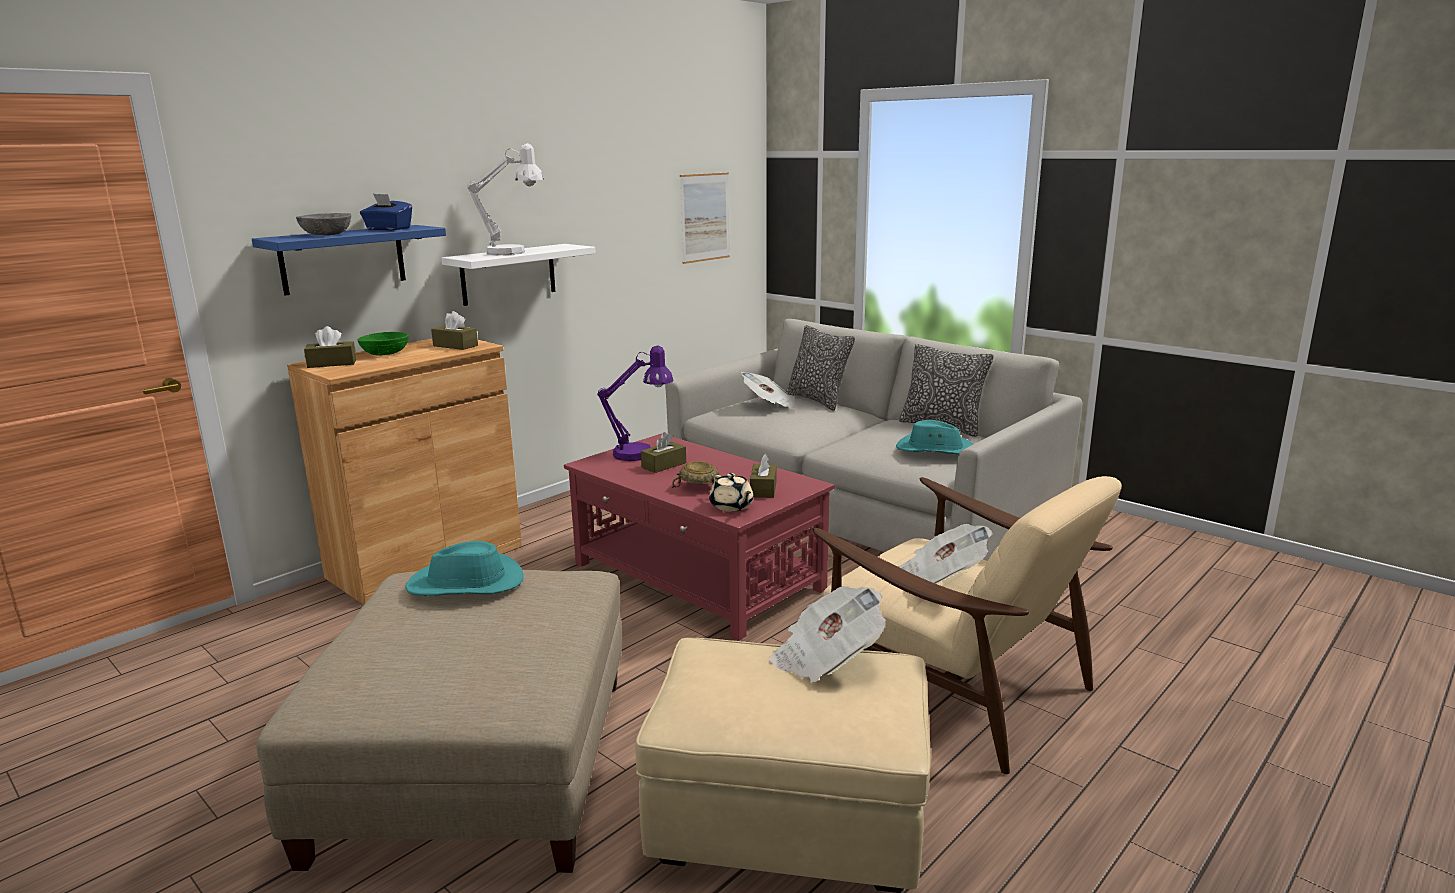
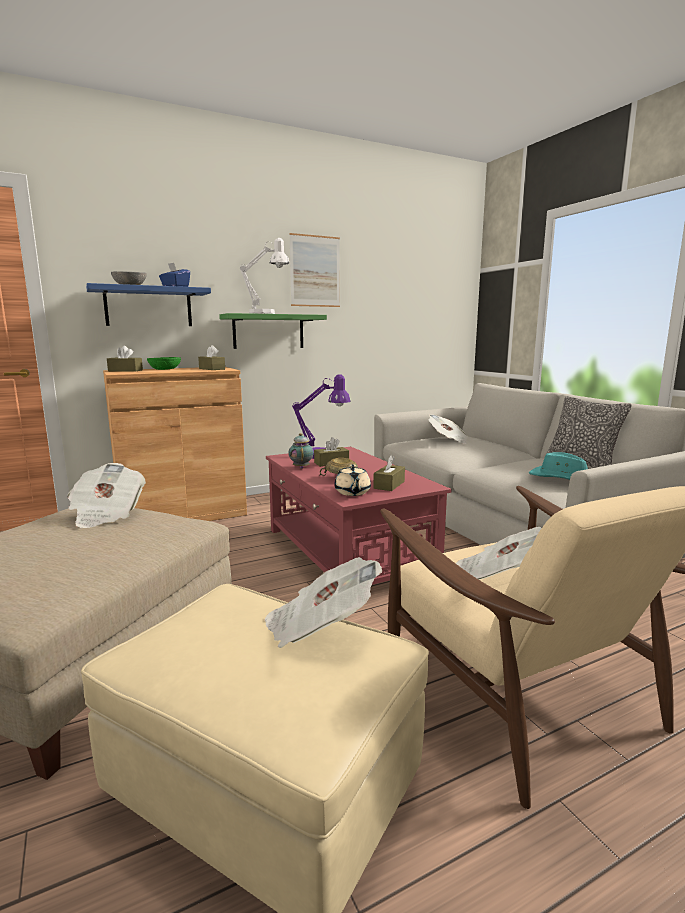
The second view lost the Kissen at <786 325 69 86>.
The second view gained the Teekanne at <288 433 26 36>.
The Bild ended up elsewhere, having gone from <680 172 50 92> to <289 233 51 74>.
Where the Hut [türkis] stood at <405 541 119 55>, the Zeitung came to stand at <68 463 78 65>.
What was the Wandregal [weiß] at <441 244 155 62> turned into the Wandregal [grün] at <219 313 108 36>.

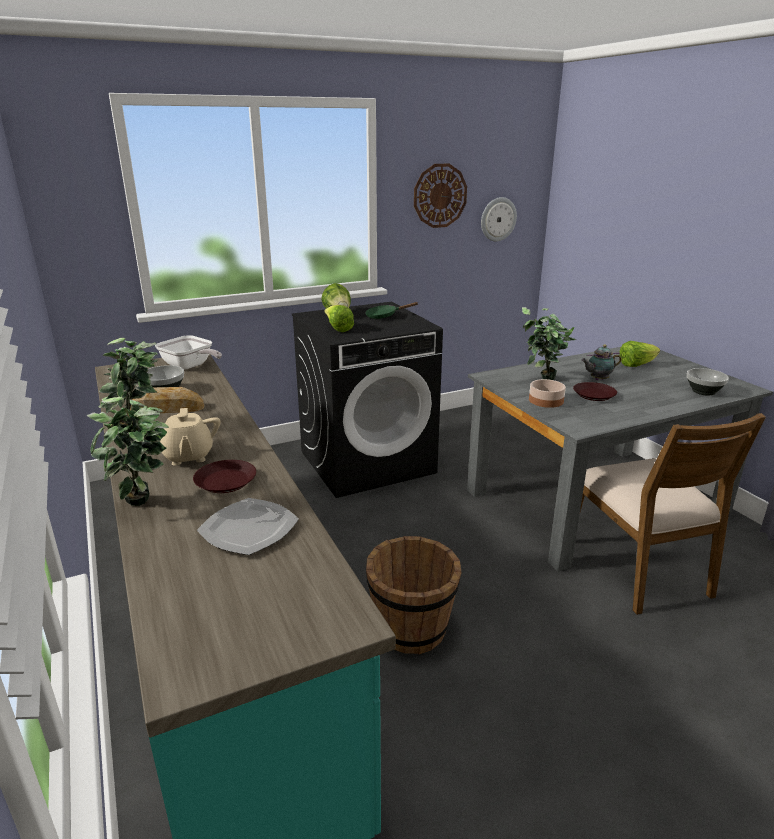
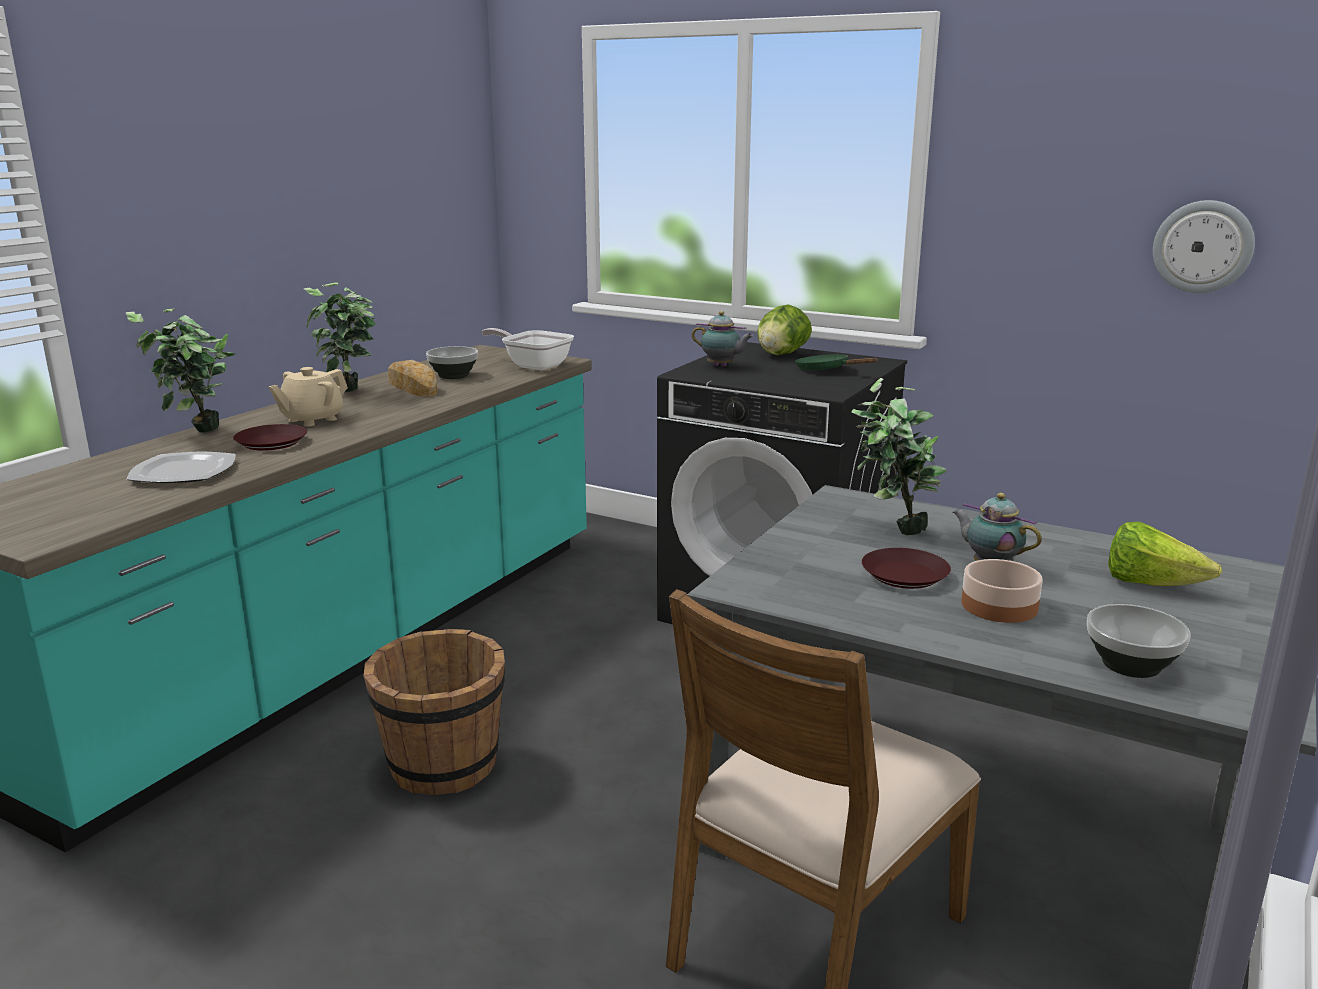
The second view lost the Wanduhr at <414 163 53 65>.
The Schüssel ended up elsewhere, having gone from <529 379 37 29> to <961 559 82 64>.
Where the Salatkopf stood at <324 305 30 27>, the Teekanne came to stand at <692 311 61 56>.
The Pfanne at <155 335 67 35> ended up facing another way, 120 degrees clockwise from before.

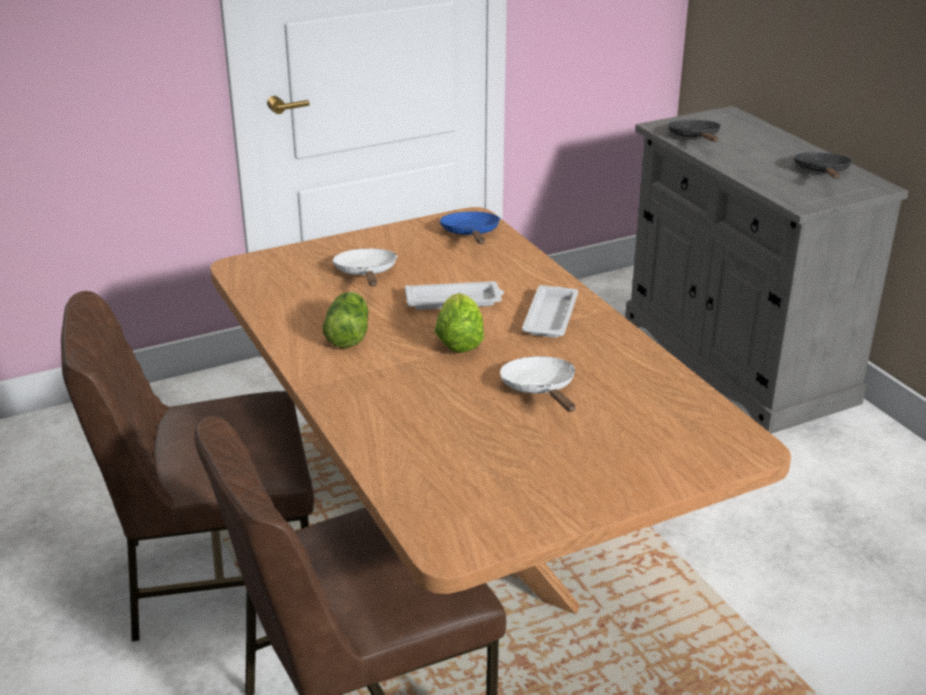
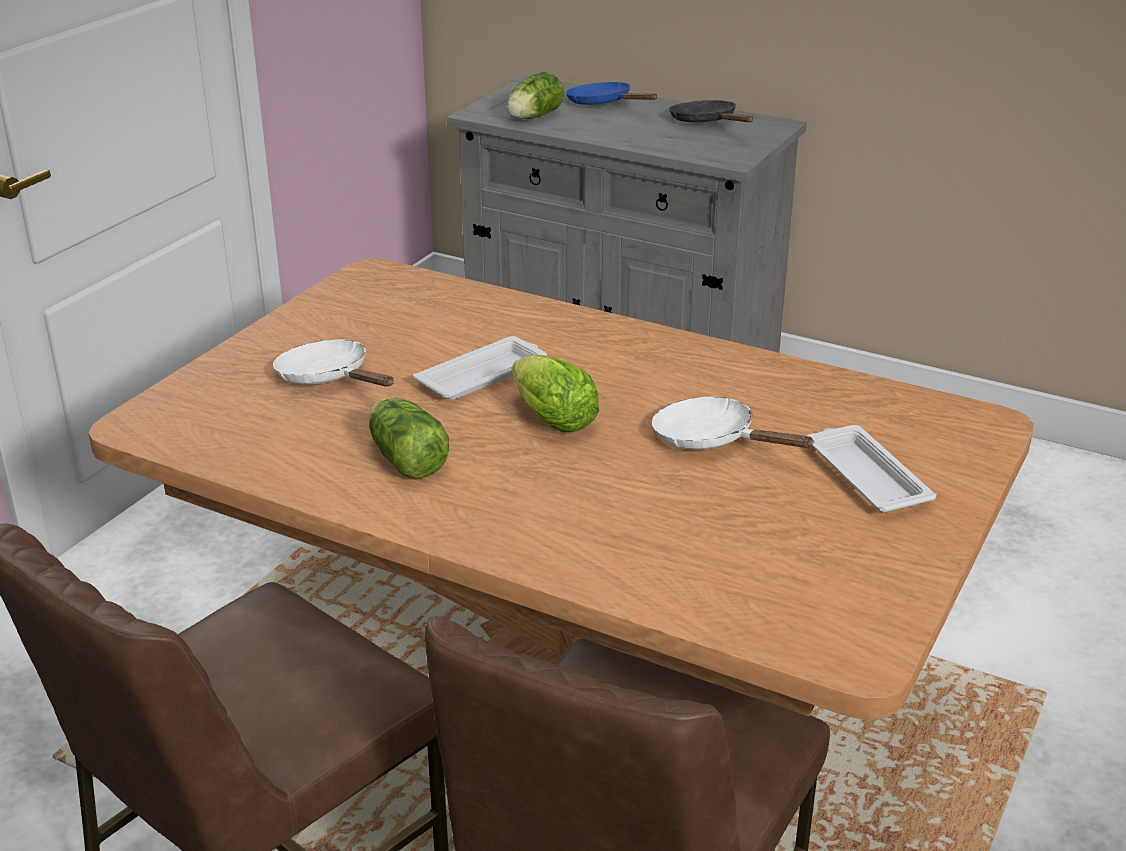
The Pfanne [blau] ended up elsewhere, having gone from <439 211 61 33> to <566 82 91 23>.
The Tablett [weiß] ended up elsewhere, having gone from <522 285 56 53> to <807 425 130 88>.
Where the Pfanne [schwarz] stood at <668 120 53 22>, the Salatkopf came to stand at <507 72 57 47>.

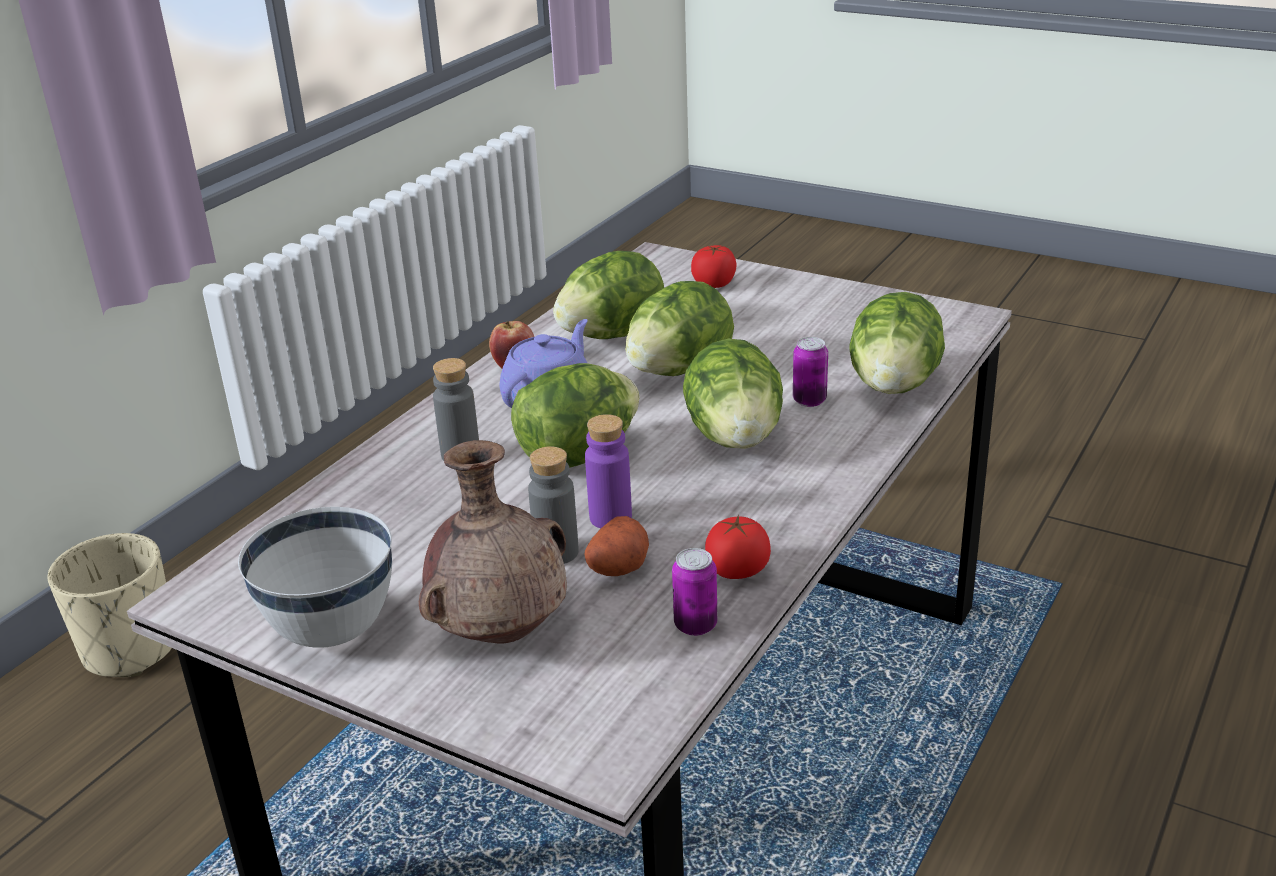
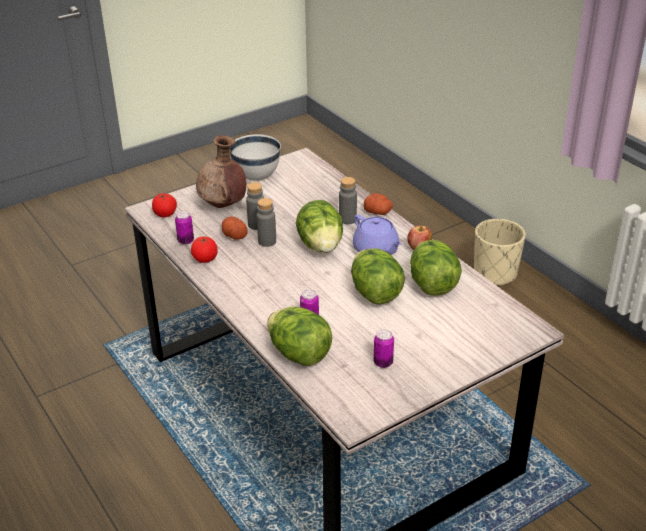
The second view lost the Salatkopf at <683 339 100 110>.
The second view gained the Kartoffel at <364 193 29 22>.
The second view gained the Dose at <374 329 20 39>.
The Tomate ended up elsewhere, having gone from <691 245 45 43> to <152 193 25 24>.
What was the Flasche [lila] at <585 414 47 114> turned into the Flasche [grau] at <257 198 19 49>.

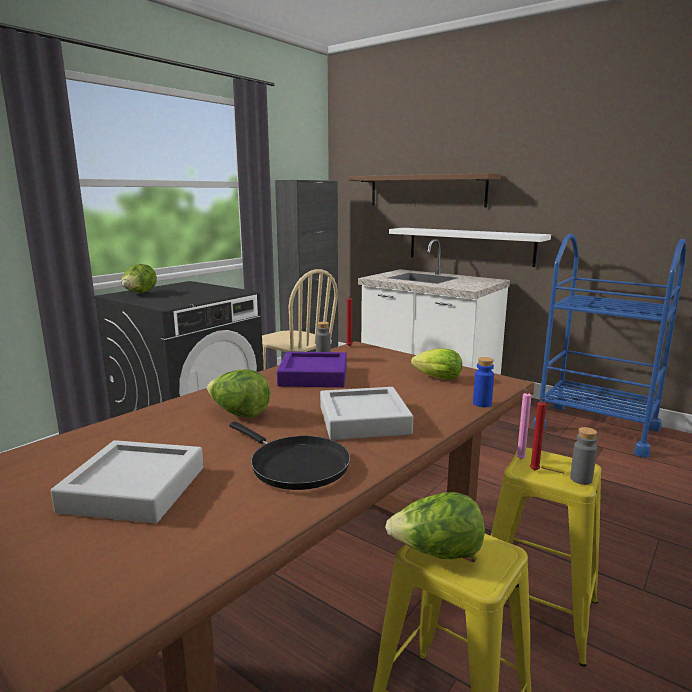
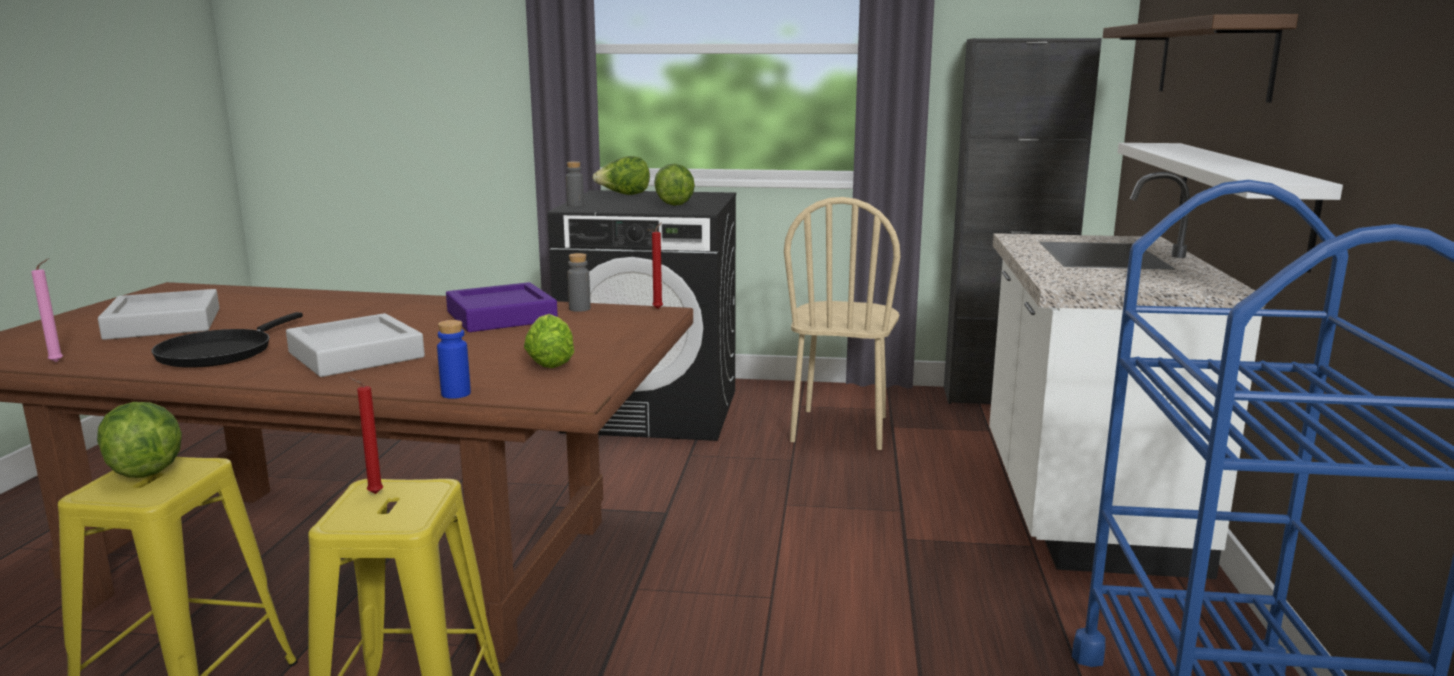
The Salatkopf ended up elsewhere, having gone from <207 369 64 48> to <654 163 41 43>.
The Kerze [rosa] ended up elsewhere, having gone from <516 385 16 74> to <31 258 32 105>.
The Flasche [grau] ended up elsewhere, having gone from <570 427 27 58> to <566 161 18 46>.

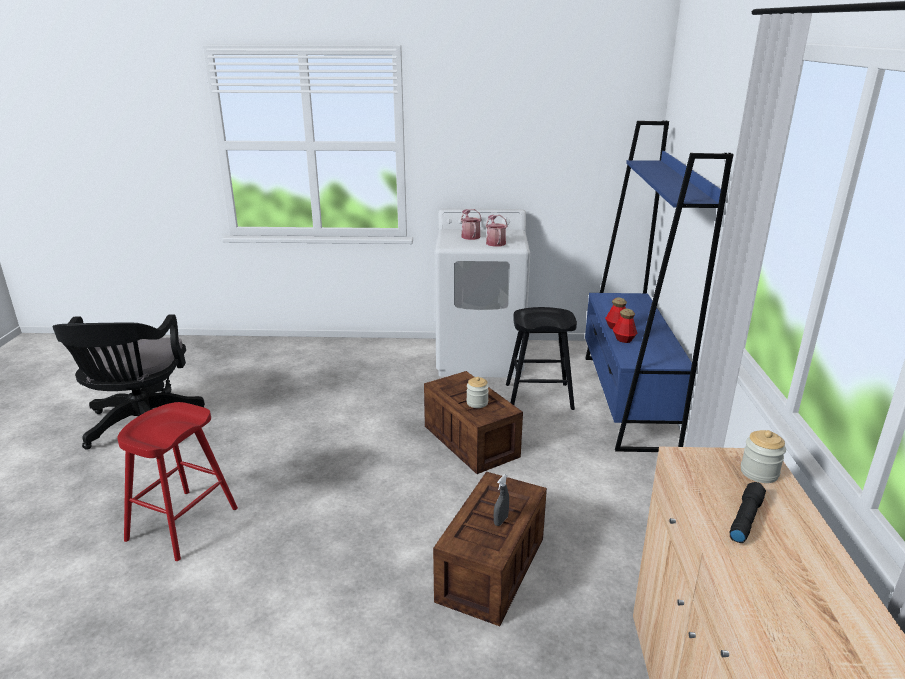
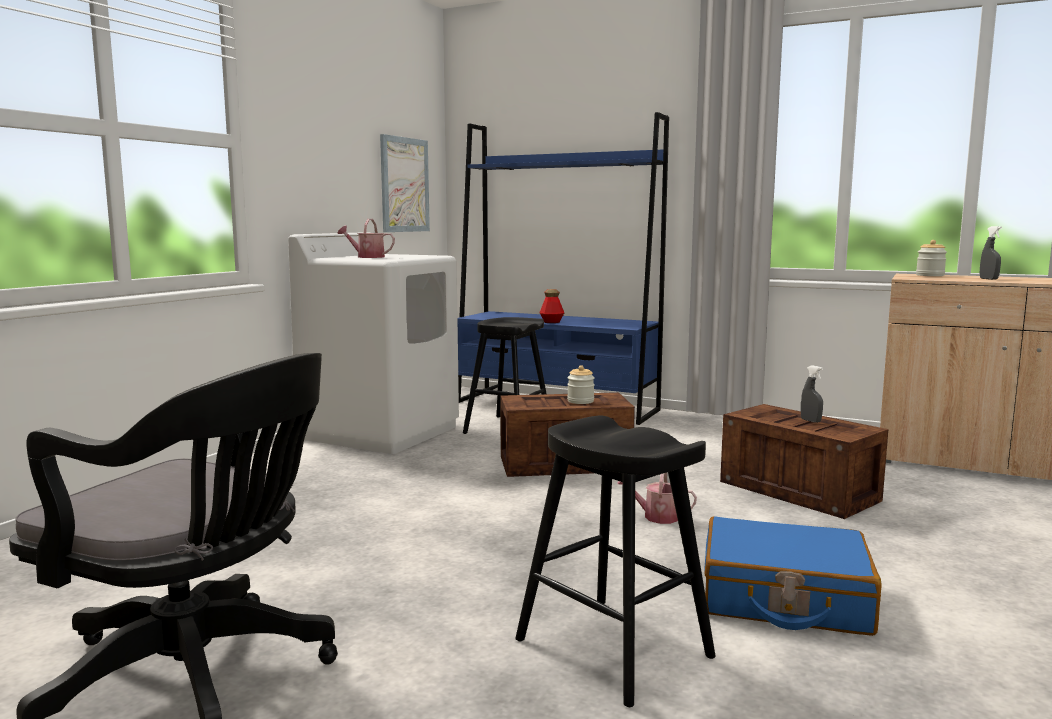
The second view lost the Flasche at <613 308 24 35>.
The second view gained the Bild at <380 134 50 98>.
The second view gained the Koffer [blau] at <705 516 177 120>.
The Gießkanne ended up elsewhere, having gone from <486 215 22 32> to <617 473 80 51>.
Where the Taschenlampe [schwarz] stood at <730 482 36 61>, the Sprühflasche [grau] came to stand at <980 226 22 54>.
What was the Hocker [rot] at <117 402 121 159> turned into the Hocker [schwarz] at <515 415 201 292>.

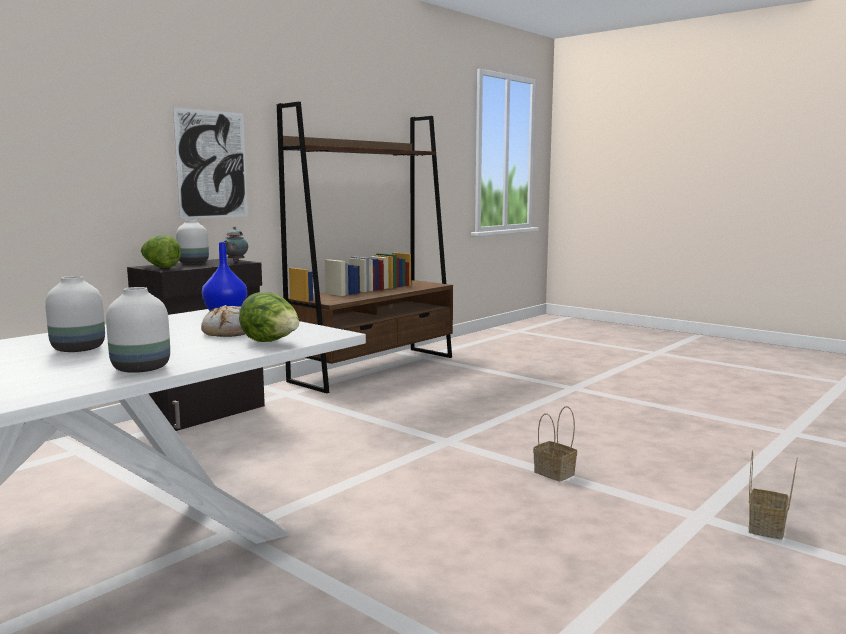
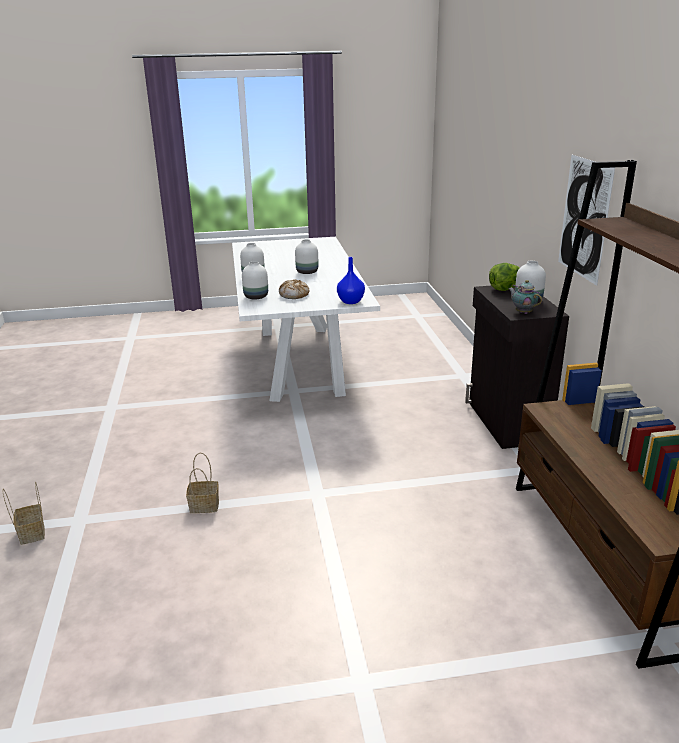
Where the Salatkopf stood at <239 292 60 50>, the Vase [weiß] came to stand at <242 261 26 38>.

